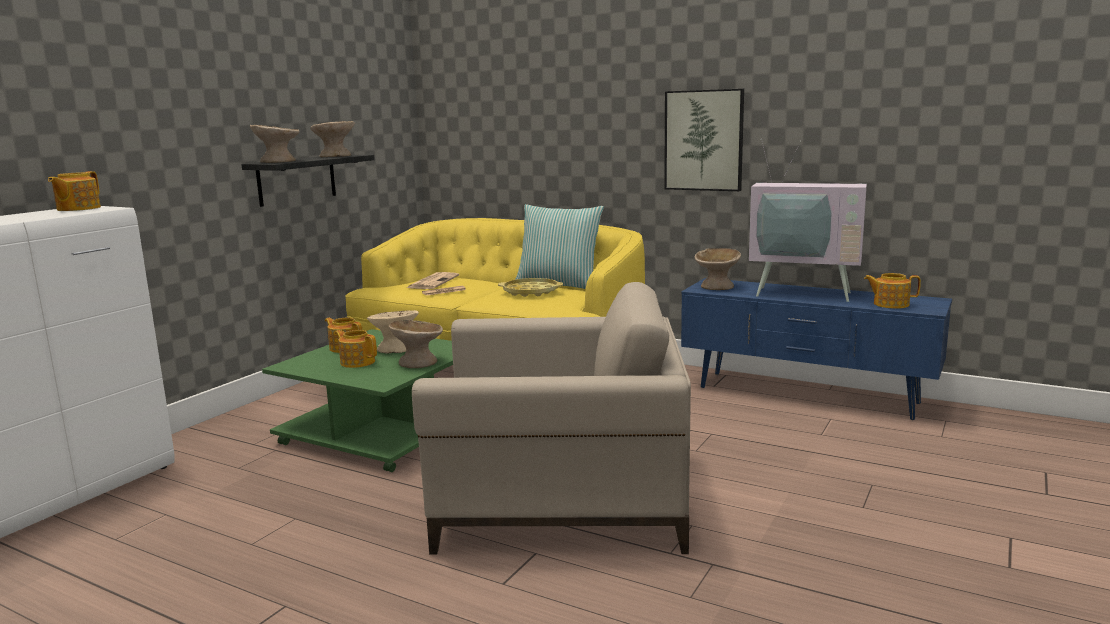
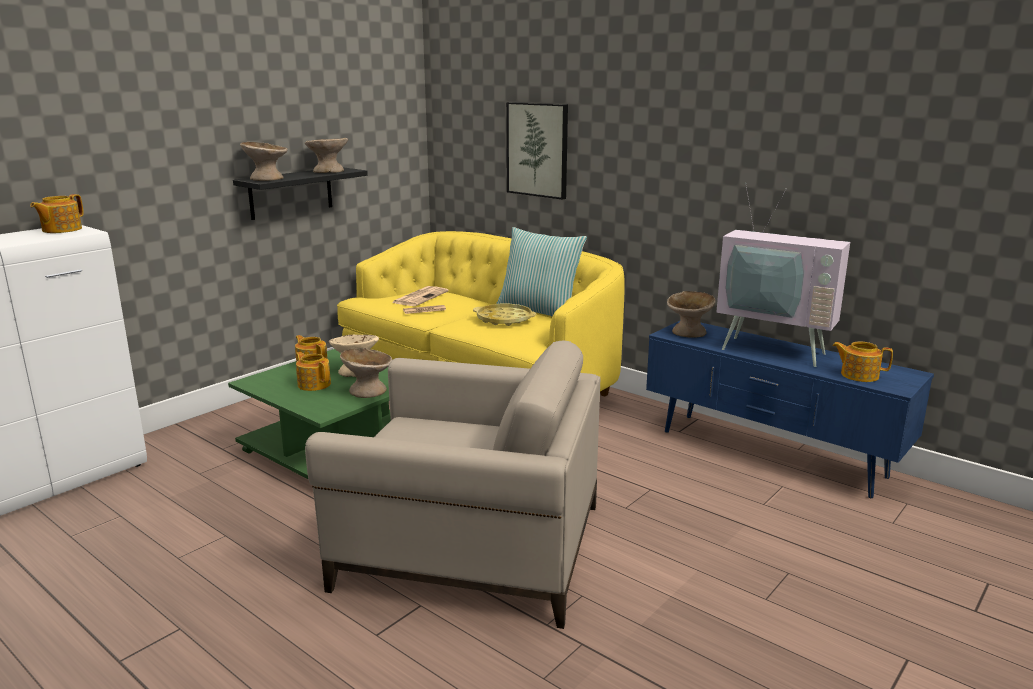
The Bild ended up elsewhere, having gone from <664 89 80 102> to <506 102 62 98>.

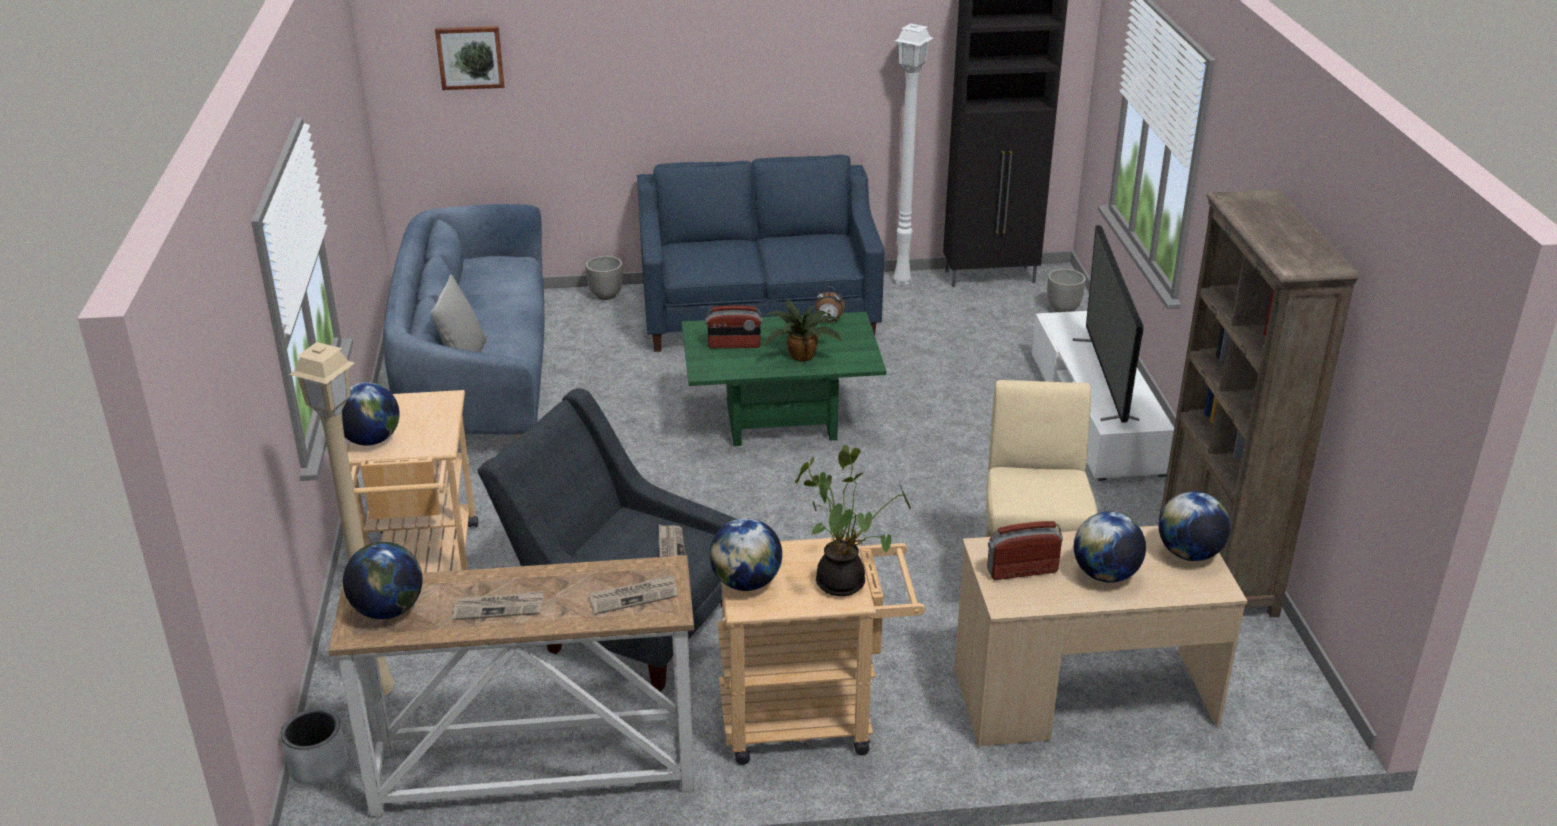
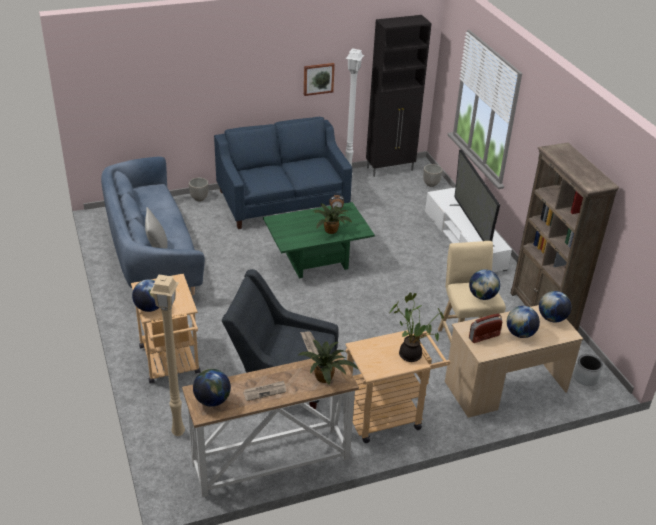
The second view lost the Radio at <705 305 57 43>.
The Pflanzkübel [grau] ended up elsewhere, having gone from <281 709 66 76> to <574 354 29 32>.
The Bild ended up elsewhere, having gone from <435 26 69 64> to <304 63 31 33>.
The Globus ended up elsewhere, having gone from <710 518 72 73> to <469 269 31 31>.
Where the Zeitung stood at <589 575 89 40>, the Topfpflanze came to stand at <298 340 61 45>.

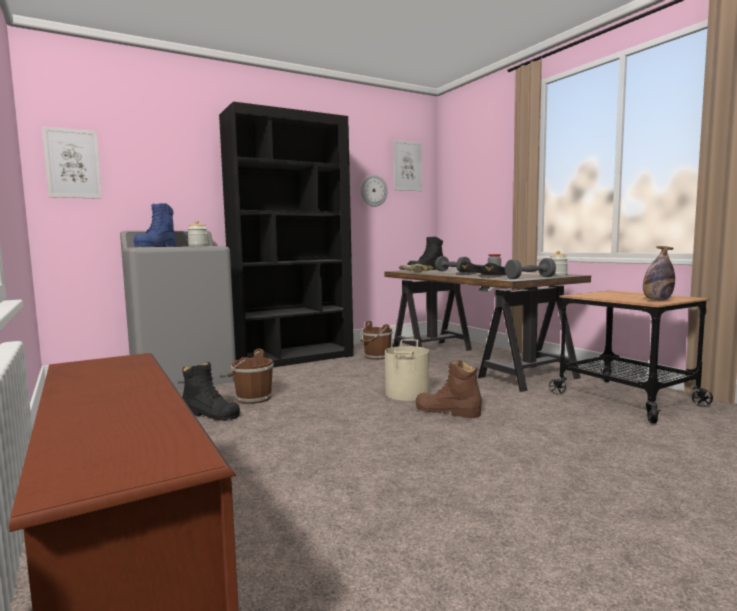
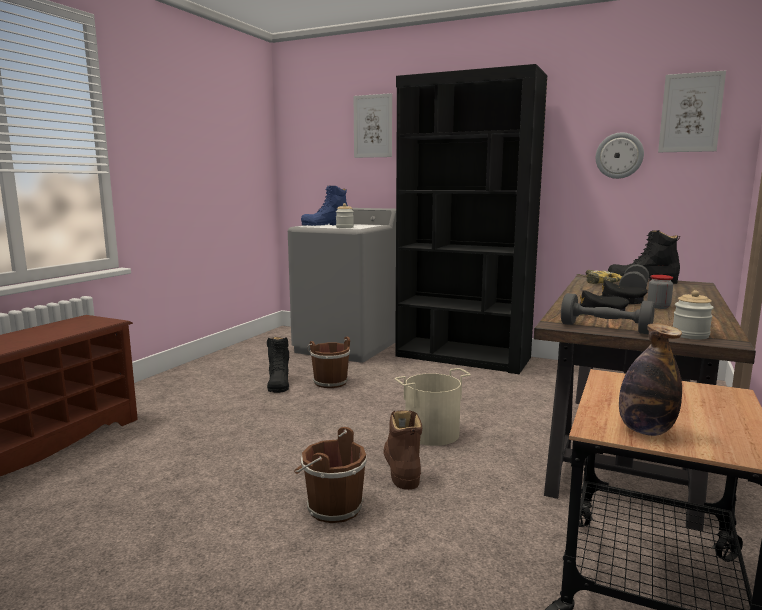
The Bild ended up elsewhere, having gone from <42 126 60 73> to <354 93 38 65>.
The Eimer [braun] ended up elsewhere, having gone from <360 321 33 39> to <294 427 73 96>.

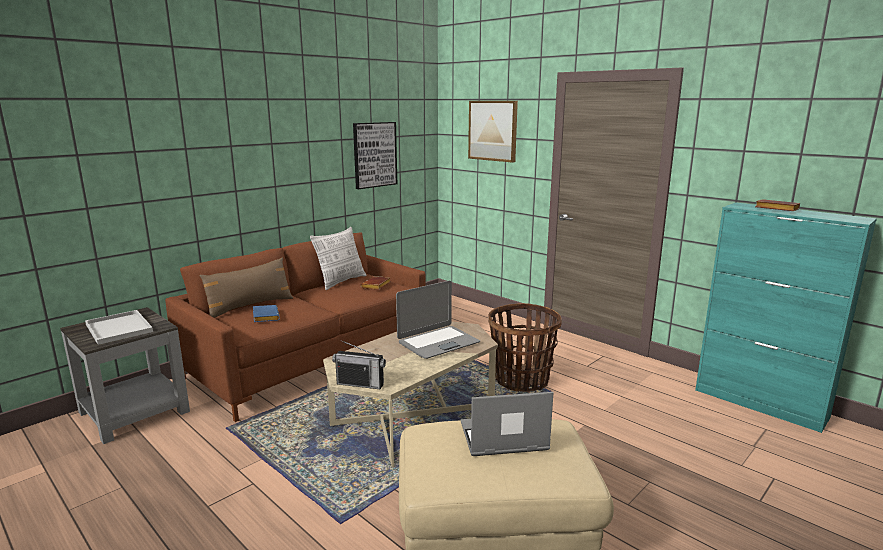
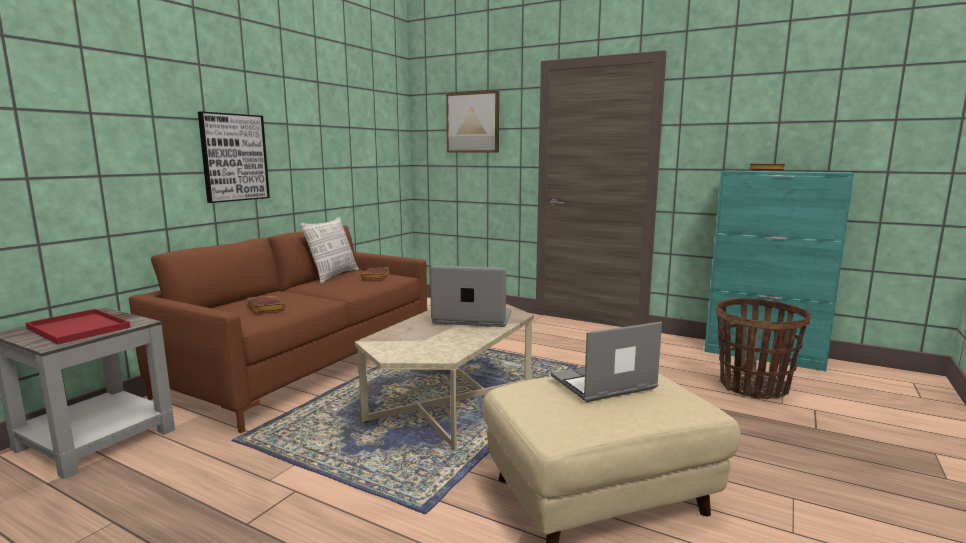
The second view lost the Kissen [braun] at <200 258 93 60>.
The second view lost the Radio at <332 340 54 49>.
The Bild ended up elsewhere, having gone from <353 122 44 67> to <198 111 72 92>.
The Korb ended up elsewhere, having gone from <488 303 74 89> to <716 298 95 101>.
What was the Tablett [weiß] at <85 310 68 35> turned into the Tablett [rot] at <26 309 104 36>.
What was the Buch [blau] at <253 305 27 17> turned into the Buch [braun] at <247 296 39 17>.
The Laptop at <396 281 84 78> ended up facing another way, 120 degrees counterclockwise from before.

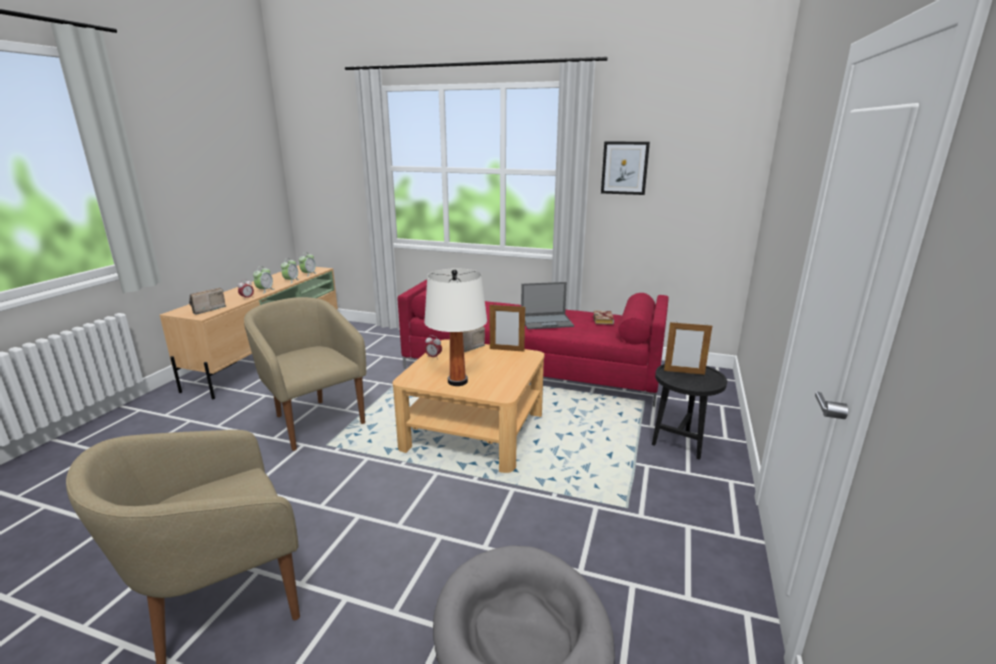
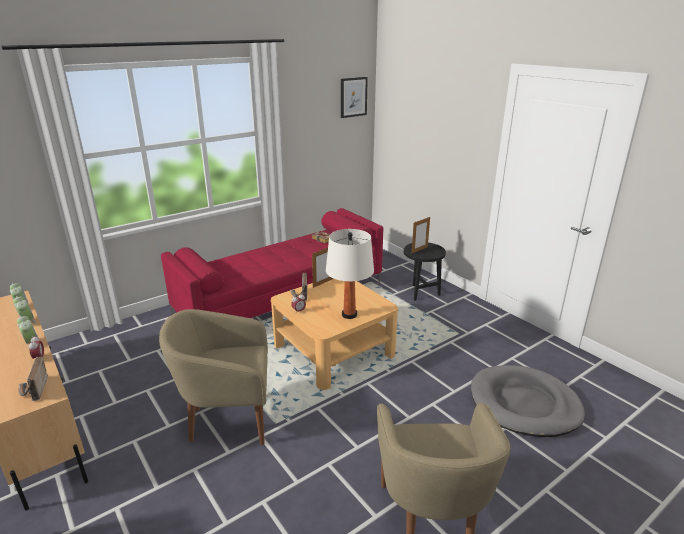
The second view lost the Laptop at <521 282 53 47>.
The Bild ended up elsewhere, having gone from <601 141 49 54> to <341 77 27 41>.

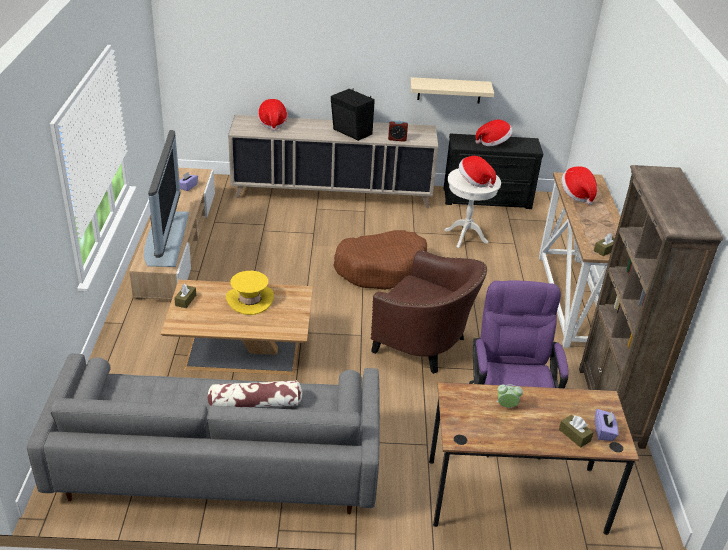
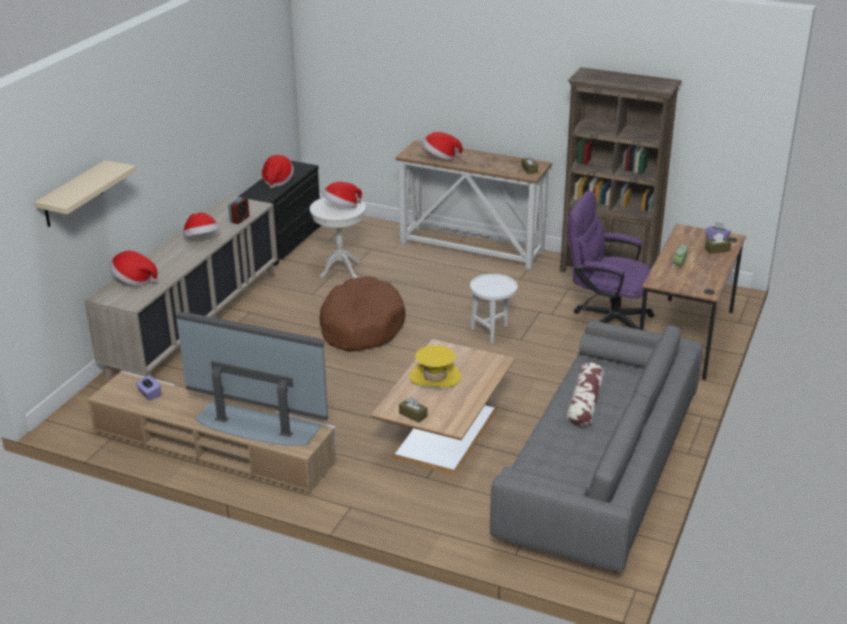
The Wandregal [beige] ended up elsewhere, having gone from <410 77 84 26> to <34 160 102 67>.
Where the Lautsprecher [schwarz] stood at <331 89 44 52>, the Hut came to stand at <183 212 37 25>.
Where the Sessel [braun] stood at <371 250 116 124>, the Beistelltisch [weiß] came to stand at <470 274 48 69>.

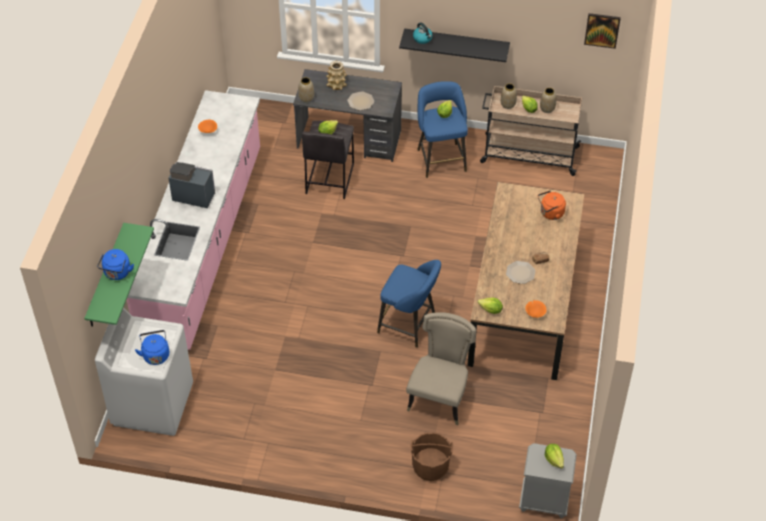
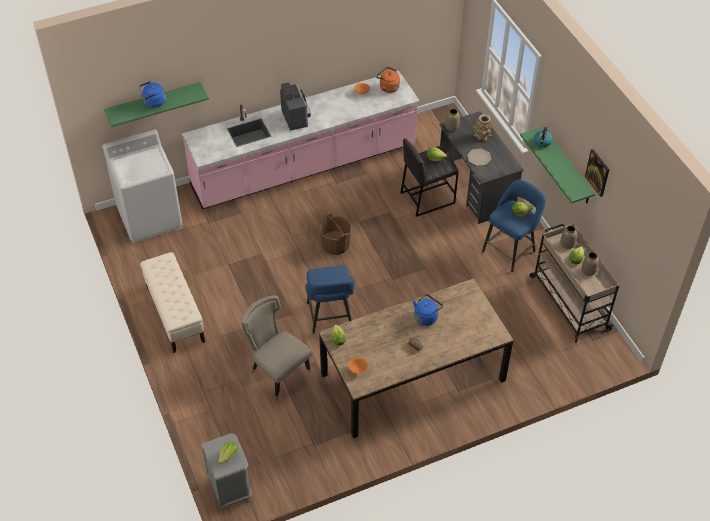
The second view lost the Teller at <506 261 29 23>.
The second view gained the Bank [beige] at <140 252 65 101>.
The Wasserkessel [blau] ended up elsewhere, having gone from <135 330 34 35> to <413 294 30 32>.
The Eimer [braun] ended up elsewhere, having gone from <410 432 43 49> to <320 213 32 42>.
The Wasserkessel [orange] ended up elsewhere, having gone from <538 190 28 30> to <376 67 24 26>.
The Bild ended up elsewhere, having gone from <584 13 37 36> to <585 149 24 48>.
What was the Wandregal [schwarz] at <399 28 111 34> turned into the Wandregal [grün] at <520 127 75 76>.
The Stuhl [beige] at <406 312 70 113> ended up facing another way, 120 degrees counterclockwise from before.

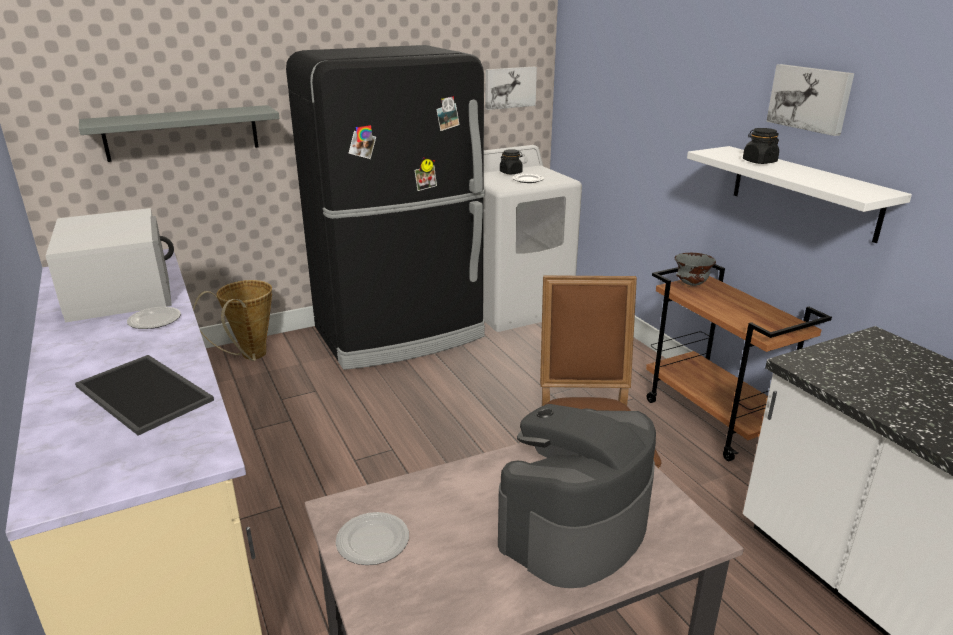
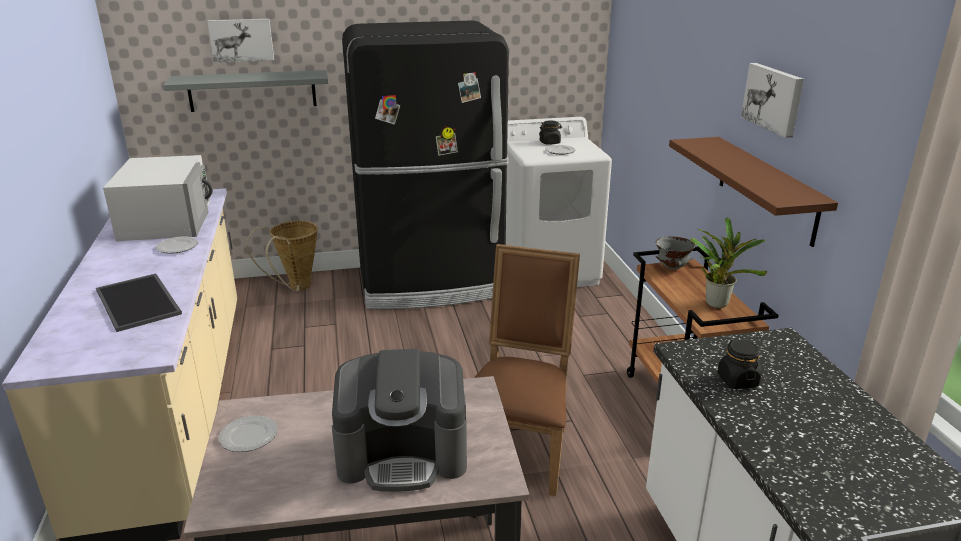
The second view gained the Topfpflanze at <691 218 76 90>.
The Bild ended up elsewhere, having gone from <485 67 52 43> to <207 19 67 44>.
The Vorratsglas [schwarz] ended up elsewhere, having gone from <743 128 36 36> to <717 340 45 49>.
What was the Wandregal [weiß] at <687 146 225 97> turned into the Wandregal [braun] at <669 137 169 110>.
The Kaffeemaschine at <498 404 158 184> ended up facing another way, 150 degrees counterclockwise from before.

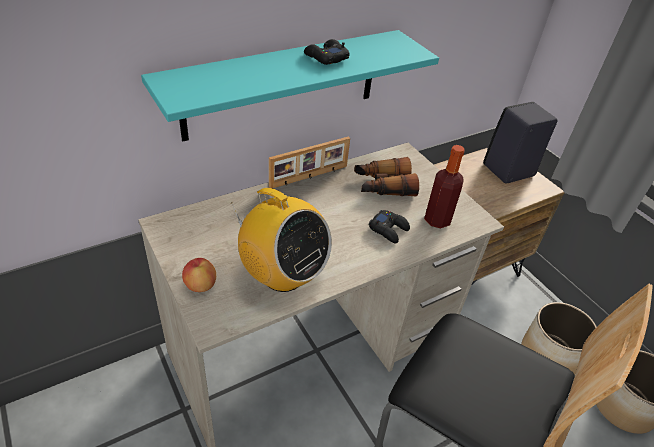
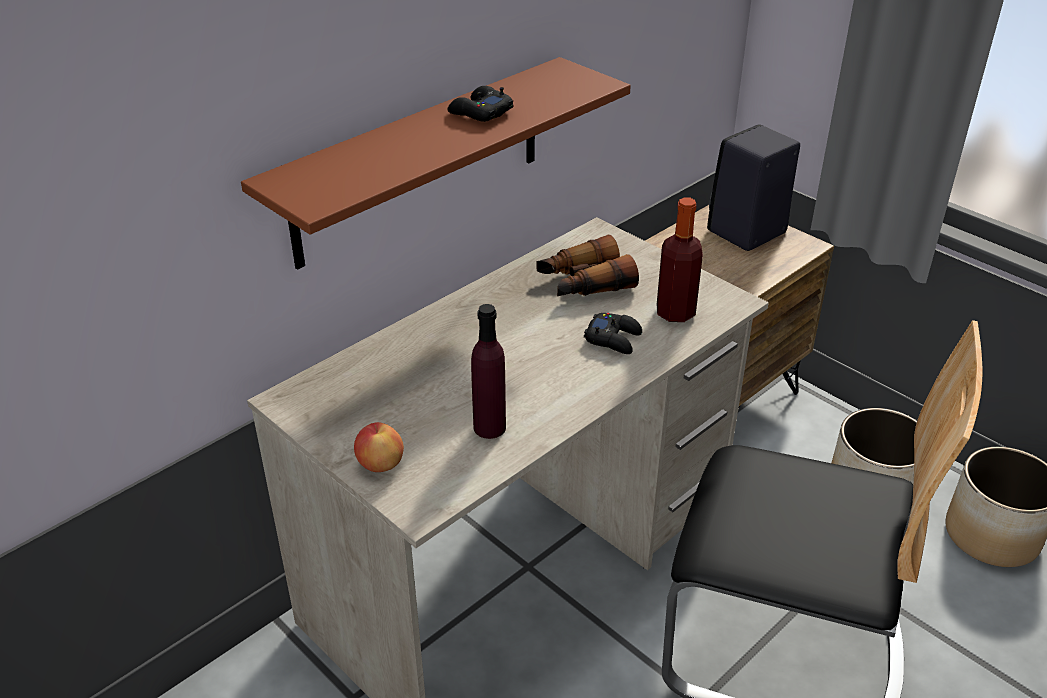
The second view lost the Bilderrahmen at <269 137 81 51>.
Where the Radio stood at <231 188 101 104>, the Flasche [lila] came to stand at <471 304 35 135>.
What was the Wandregal [türkis] at <141 30 298 111> turned into the Wandregal [braun] at <241 57 390 213>.

